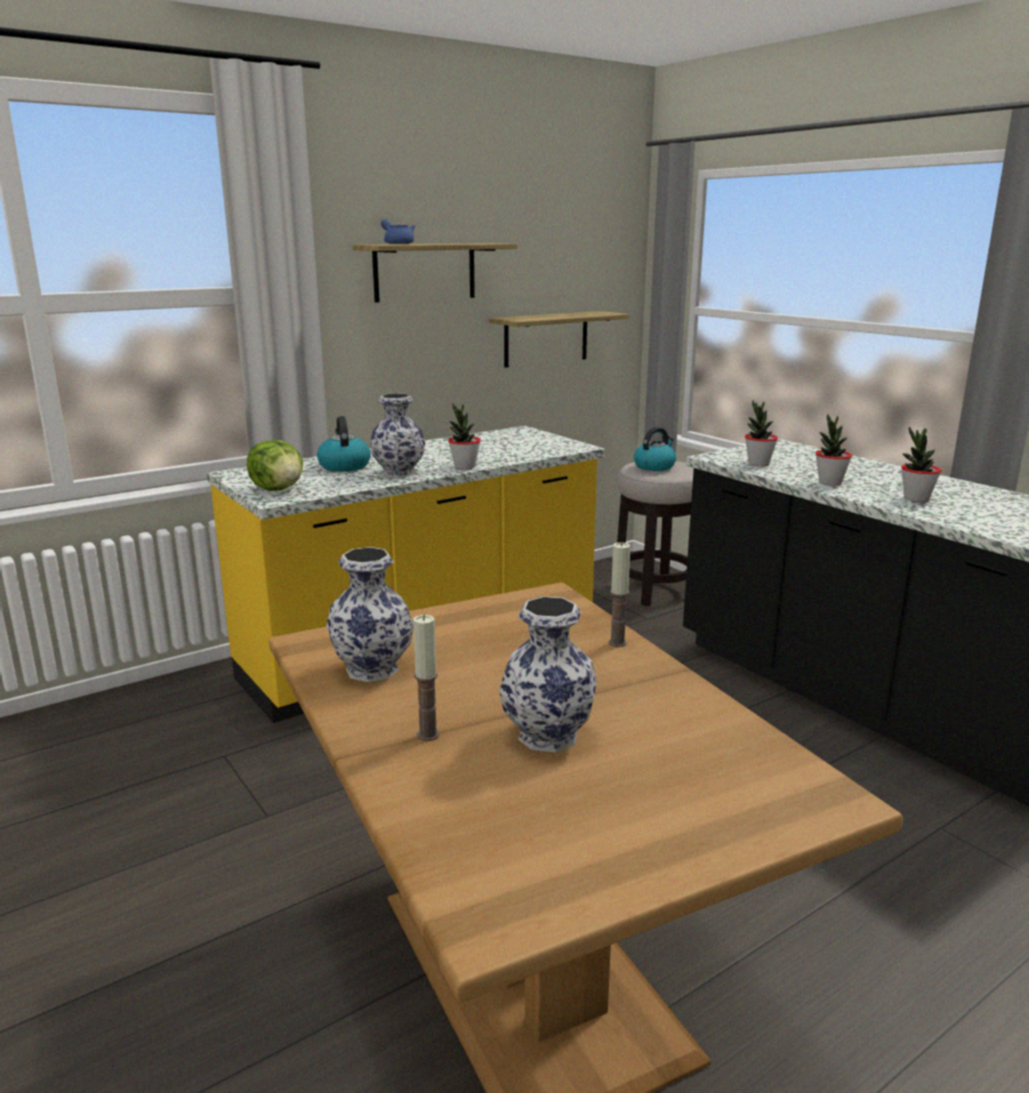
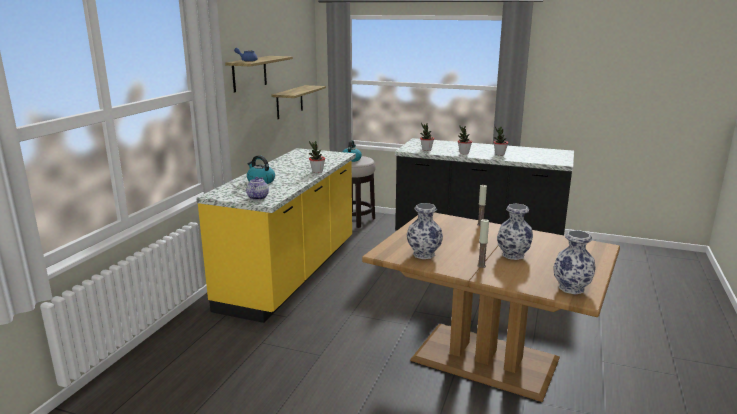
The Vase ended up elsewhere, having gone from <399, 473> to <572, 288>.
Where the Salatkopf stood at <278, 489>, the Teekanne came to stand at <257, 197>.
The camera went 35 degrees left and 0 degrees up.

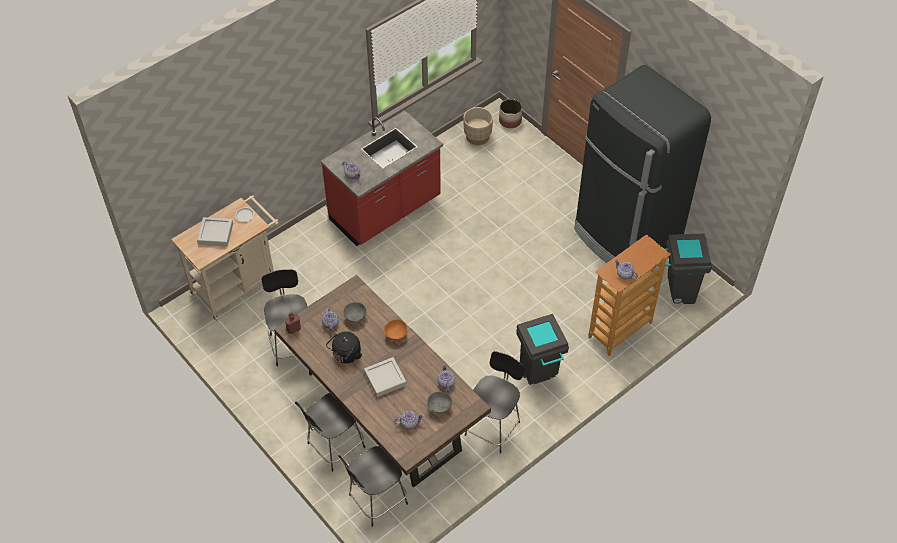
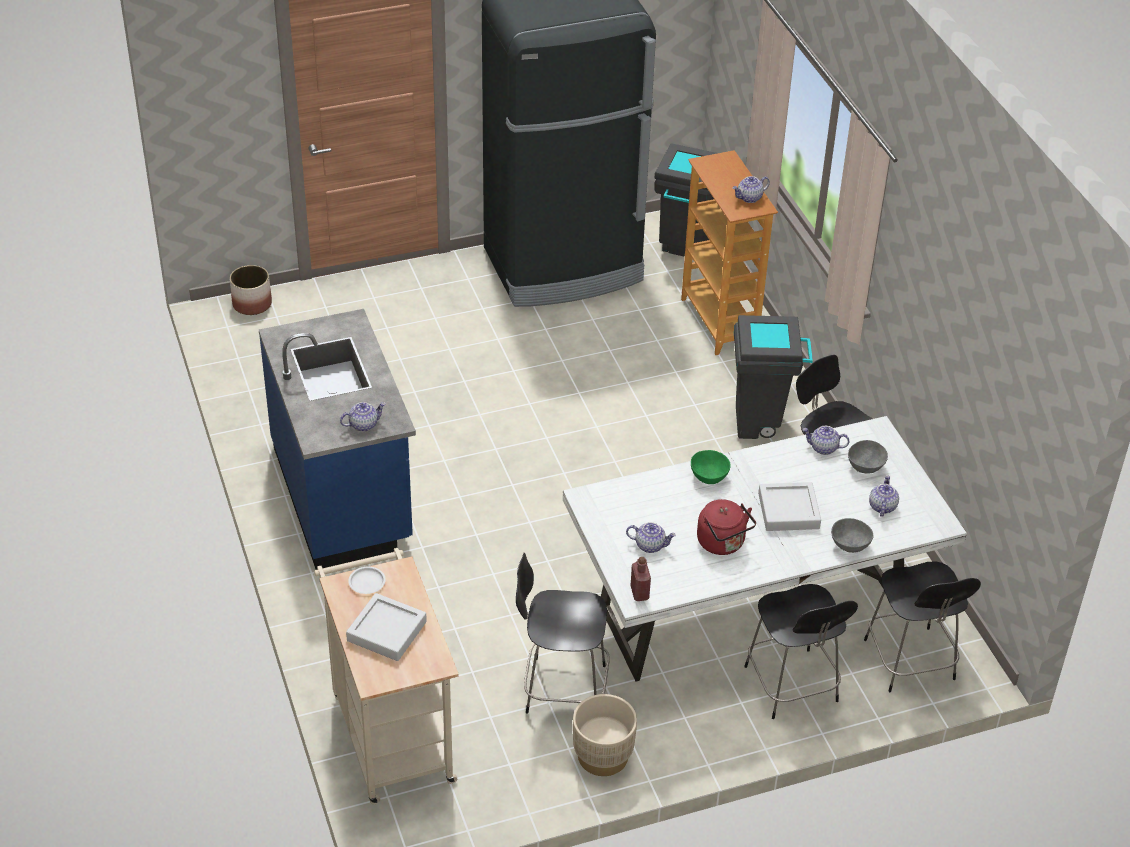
The Schüssel/grau ended up elsewhere, having gone from <355, 317> to <850, 546>.
The Pflanzkübel/beige ended up elsewhere, having gone from <477, 137> to <602, 756>.
What was the Esstisch/braun at <383, 411> turned into the Esstisch/weiß at <749, 610>.
What was the Küchenzeile/rot at <386, 211> turned into the Küchenzeile/blau at <344, 496>.
What was the Wasserkessel/schwarz at <346, 355> turned into the Wasserkessel/rot at <723, 544>.
What was the Schüssel/orange at <396, 335> turned into the Schüssel/grün at <709, 476>.
The camera went 70 degrees left and 10 degrees down.

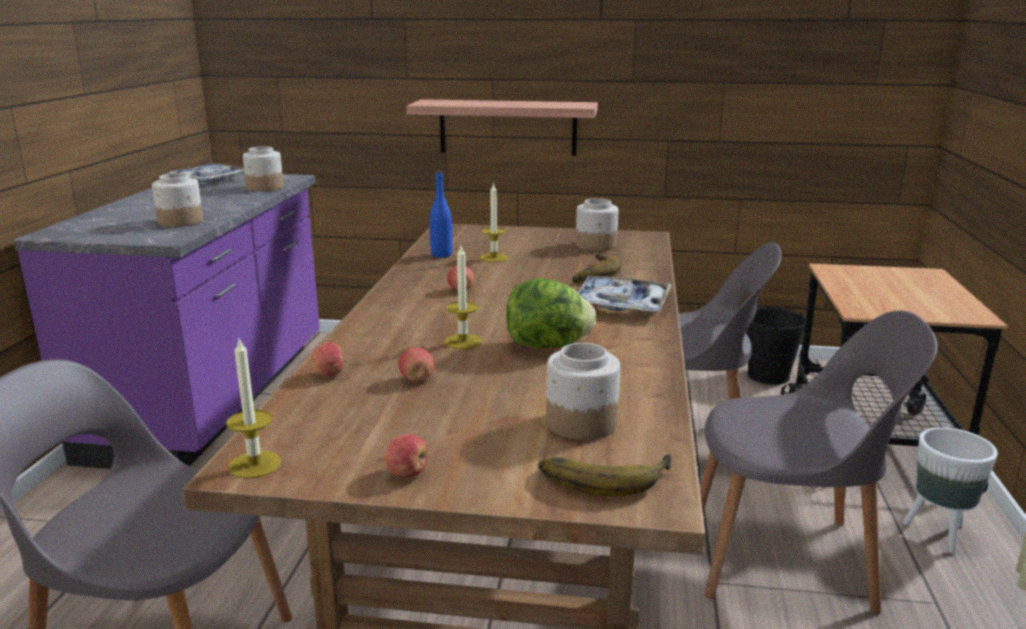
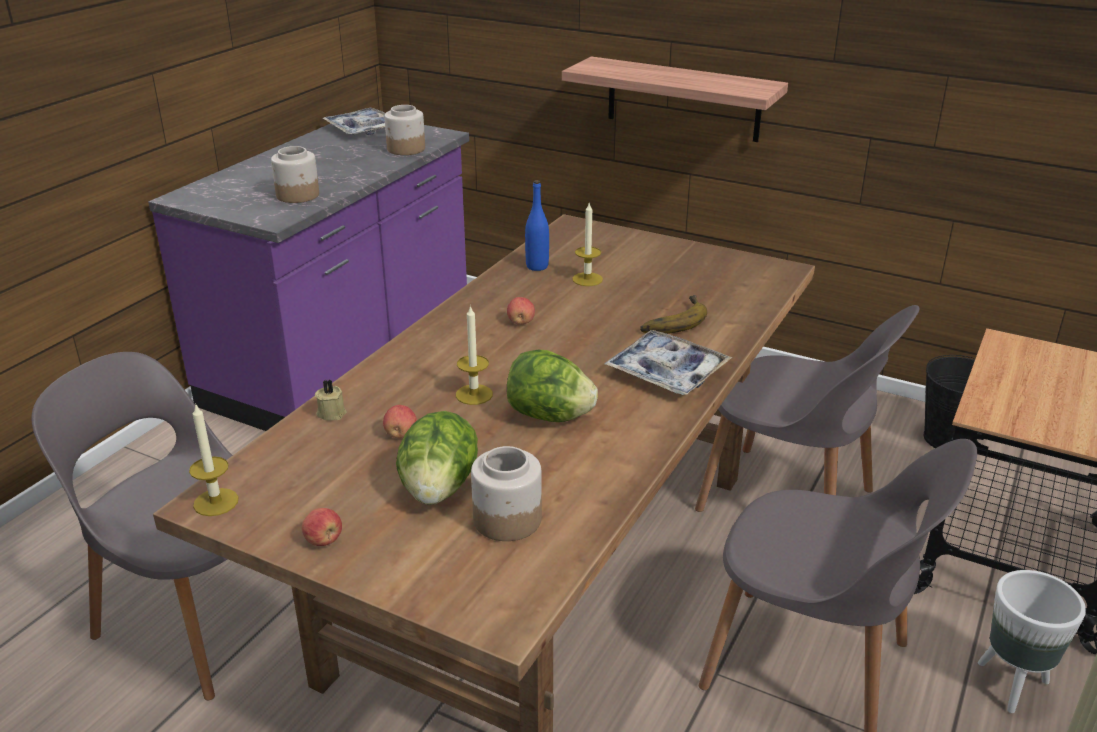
The second view lost the Banane at <603, 474>.
The second view lost the Vorratsglas at <596, 245>.
The second view gained the Salatkopf at <439, 489>.
Where the Apfel stood at <329, 374>, the Kerze/beige came to stand at <331, 413>.
The camera went 20 degrees right and 10 degrees up.

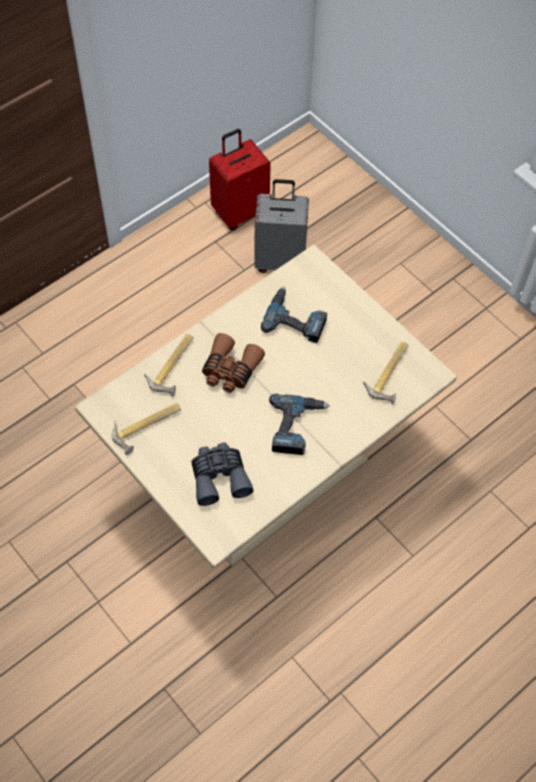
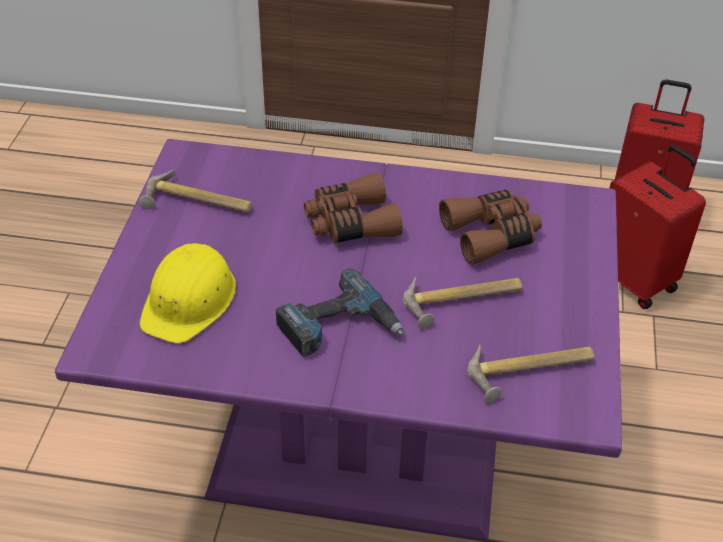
The Hammer ended up elsewhere, having gone from <174, 366> to <463, 302>.
Where the Fernglas/grau stood at <219, 477>, the Schutzhelm/gelb came to stand at <190, 300>.
Where the Bohrmaschine stood at <295, 319>, the Fernglas/braun came to stand at <491, 234>.
What was the Esstisch/beige at <265, 474> turned into the Esstisch/lila at <357, 449>.
What was the Koffer/grau at <281, 260> turned into the Koffer/rot at <635, 279>.
The camera went 50 degrees right and 15 degrees down.

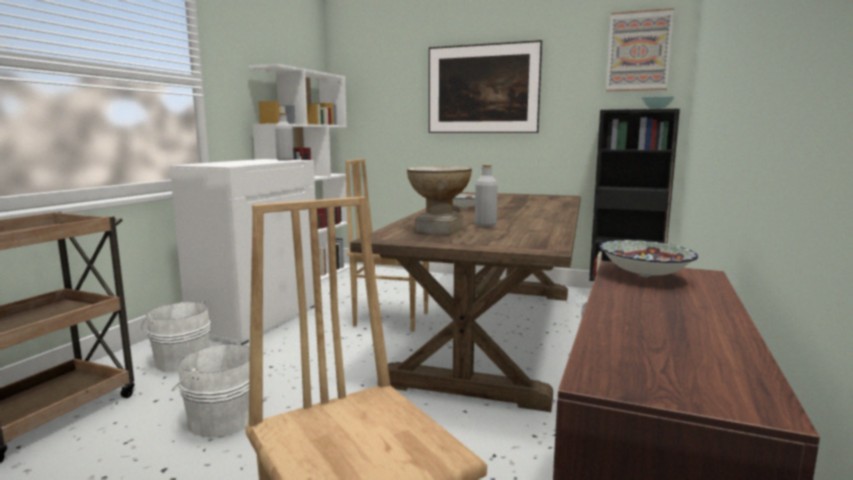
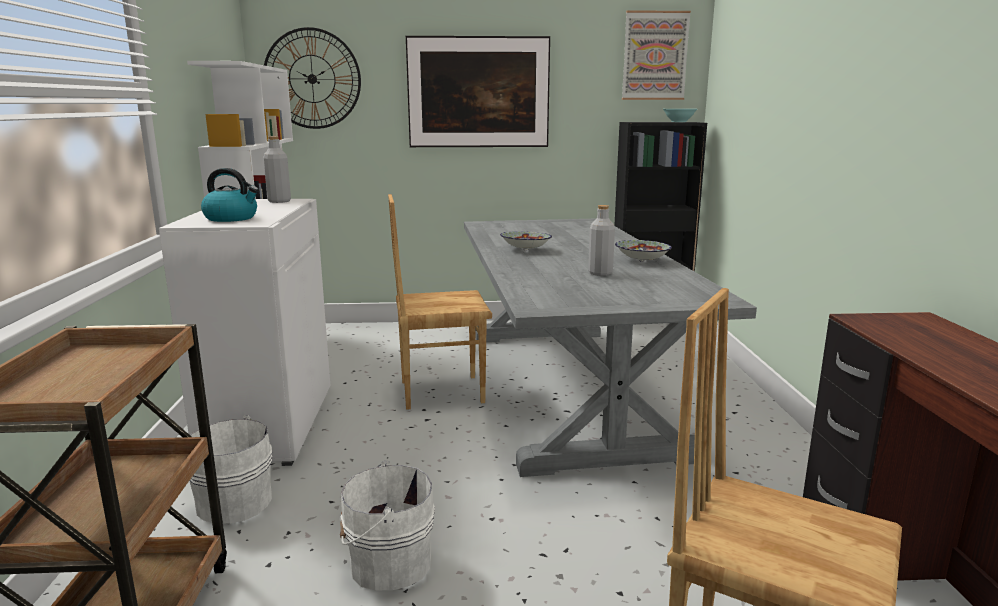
The second view lost the Vase at <438, 230>.
The second view gained the Wasserkessel at <232, 218>.
The second view gained the Wanduhr at <312, 79>.
The Schüssel ended up elsewhere, having gone from <645, 276> to <642, 261>.
What was the Esstisch/braun at <492, 331> turned into the Esstisch/grau at <565, 386>.
The camera went 25 degrees left and 5 degrees up.

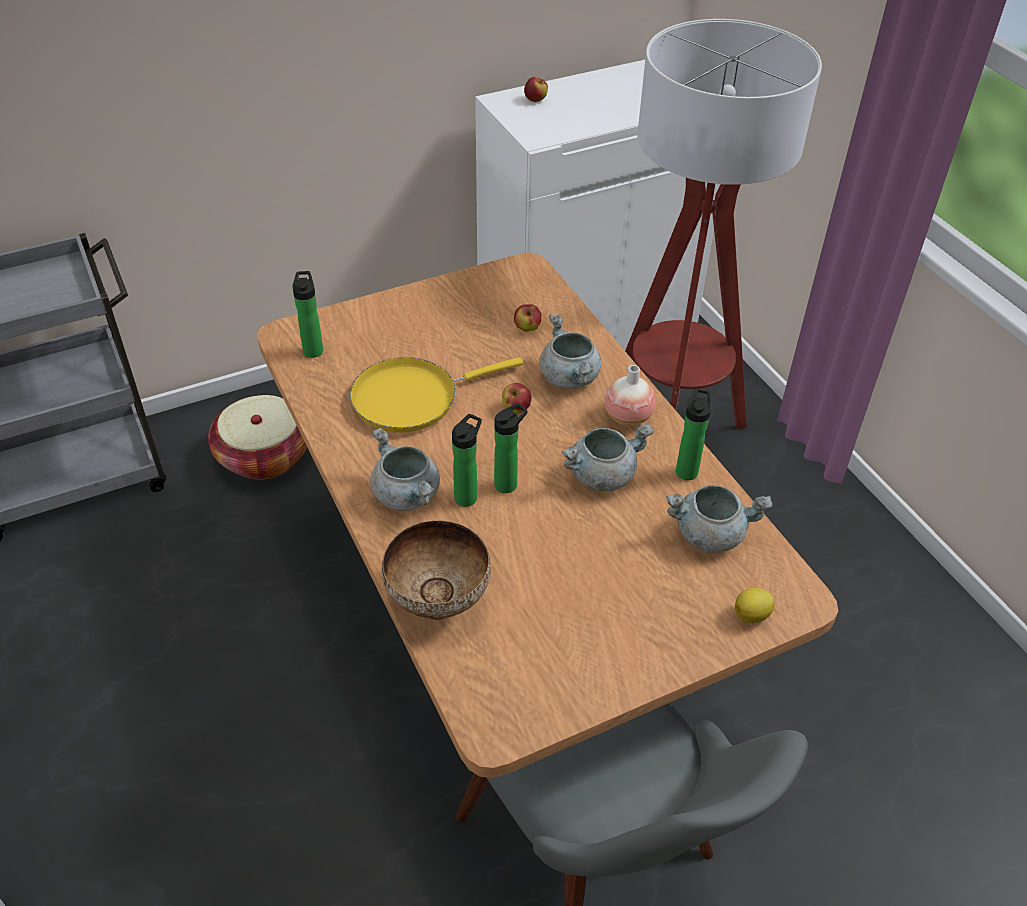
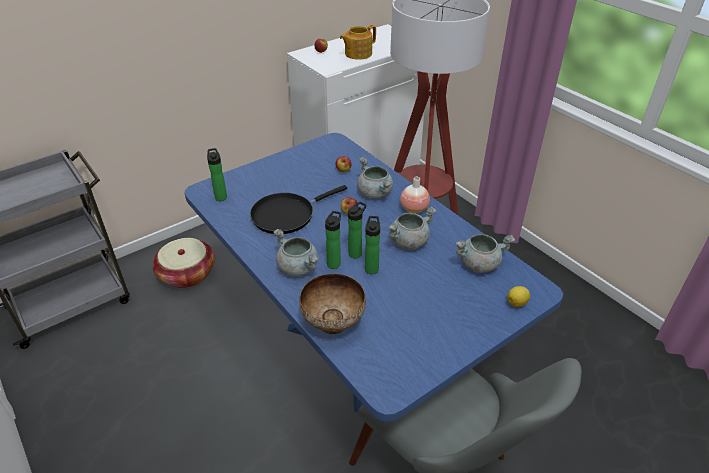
The second view gained the Teekanne at <357, 54>.
The Flasche ended up elsewhere, having gone from <687, 469> to <371, 268>.
What was the Esstisch/braun at <508, 624> turned into the Esstisch/blau at <353, 346>.
What was the Pfanne/gelb at <412, 398> turned into the Pfanne/schwarz at <287, 215>.
The camera went 10 degrees left and 5 degrees down.

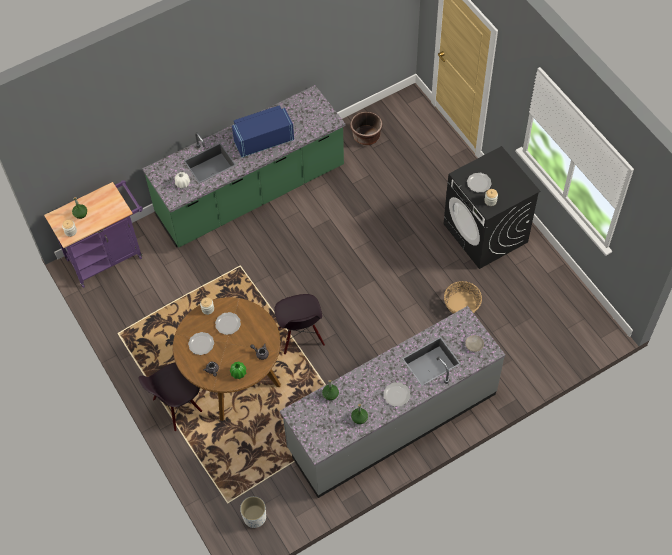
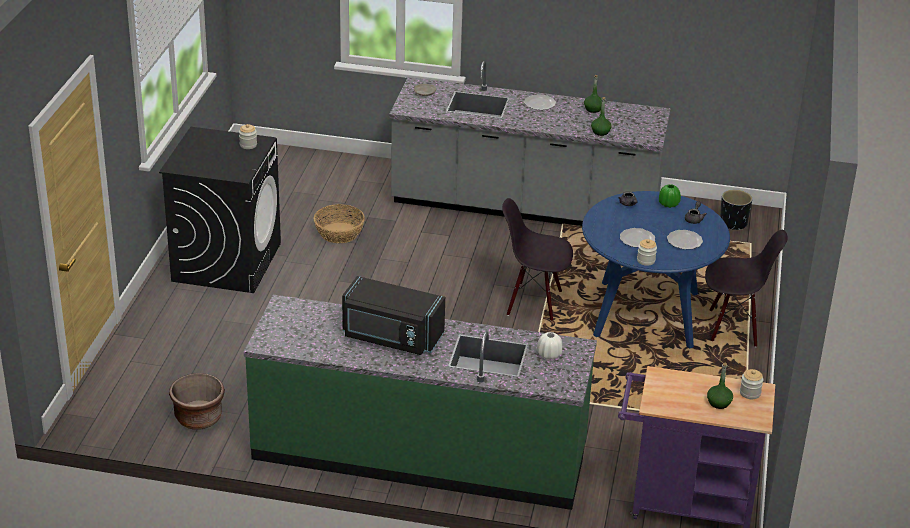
The second view lost the Teller at <478, 183>.
What was the Esstisch/braun at <233, 377> turned into the Esstisch/blau at <646, 314>.
What was the Mikrowelle/blau at <263, 139> turned into the Mikrowelle/schwarz at <391, 337>.
What was the Pflanzkübel/weiß at <254, 517> turned into the Pflanzkübel/schwarz at <733, 223>.
The Stuhl/schwarz at <301, 336> ended up facing another way, 105 degrees counterclockwise from before.
The camera went 140 degrees left and 25 degrees down.

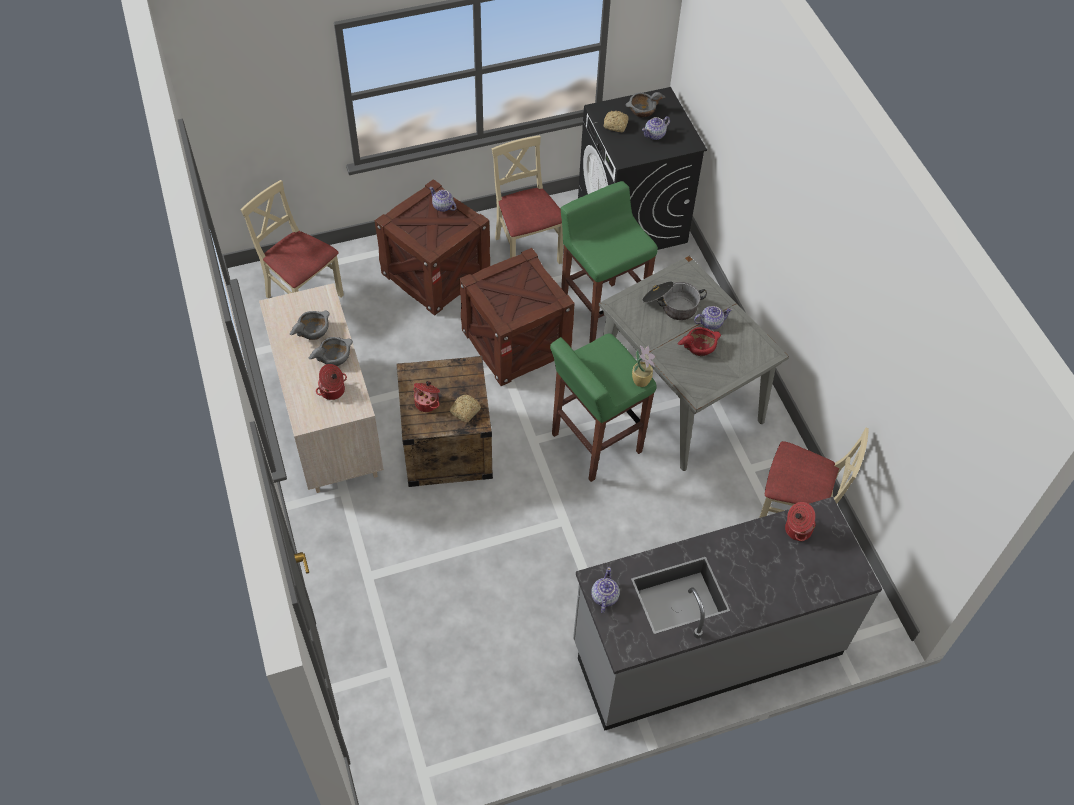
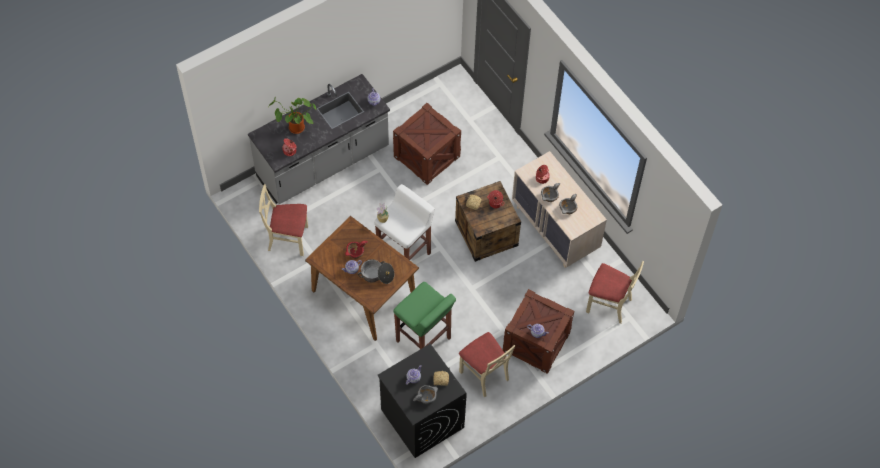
The second view gained the Topfpflanze at <295, 129>.
The Kiste ended up elsewhere, having gone from <515, 342> to <427, 156>.
What was the Hocker/grün at <595, 444> turned into the Hocker/weiß at <405, 254>.
What was the Esstisch/grau at <678, 396> turned into the Esstisch/braun at <364, 295>.
The camera went 165 degrees right and 5 degrees up.

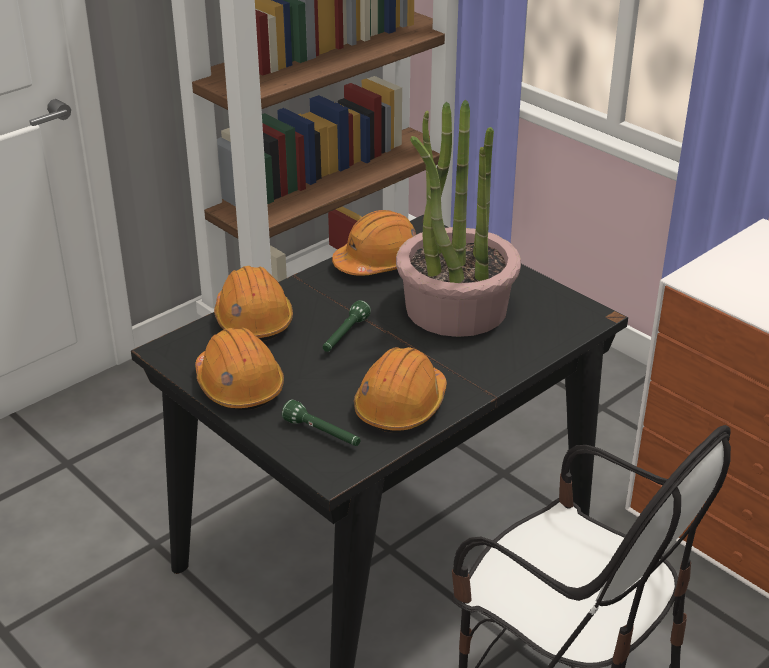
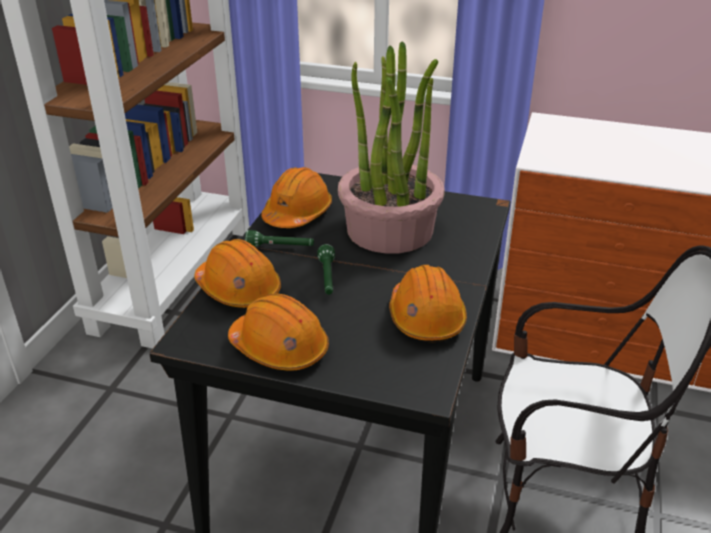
The Taschenlampe/grün ended up elsewhere, having gone from <322, 434> to <280, 247>.
The camera went 30 degrees left and 0 degrees up.

